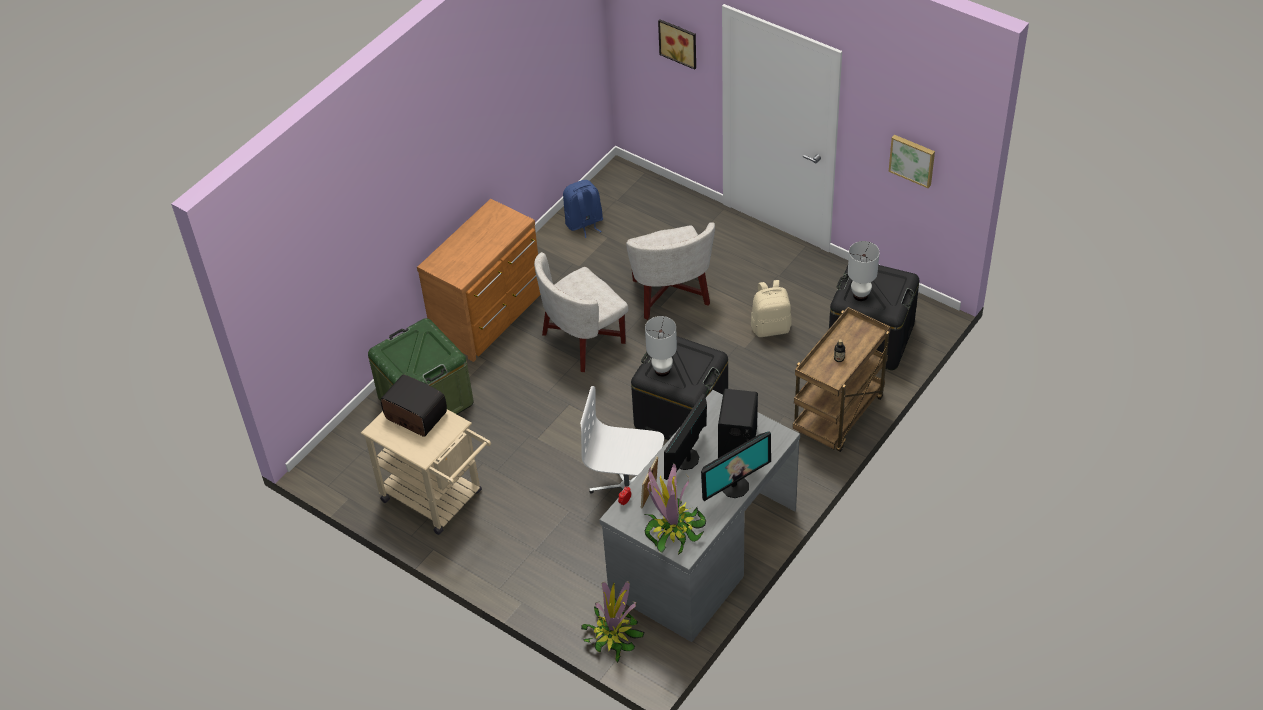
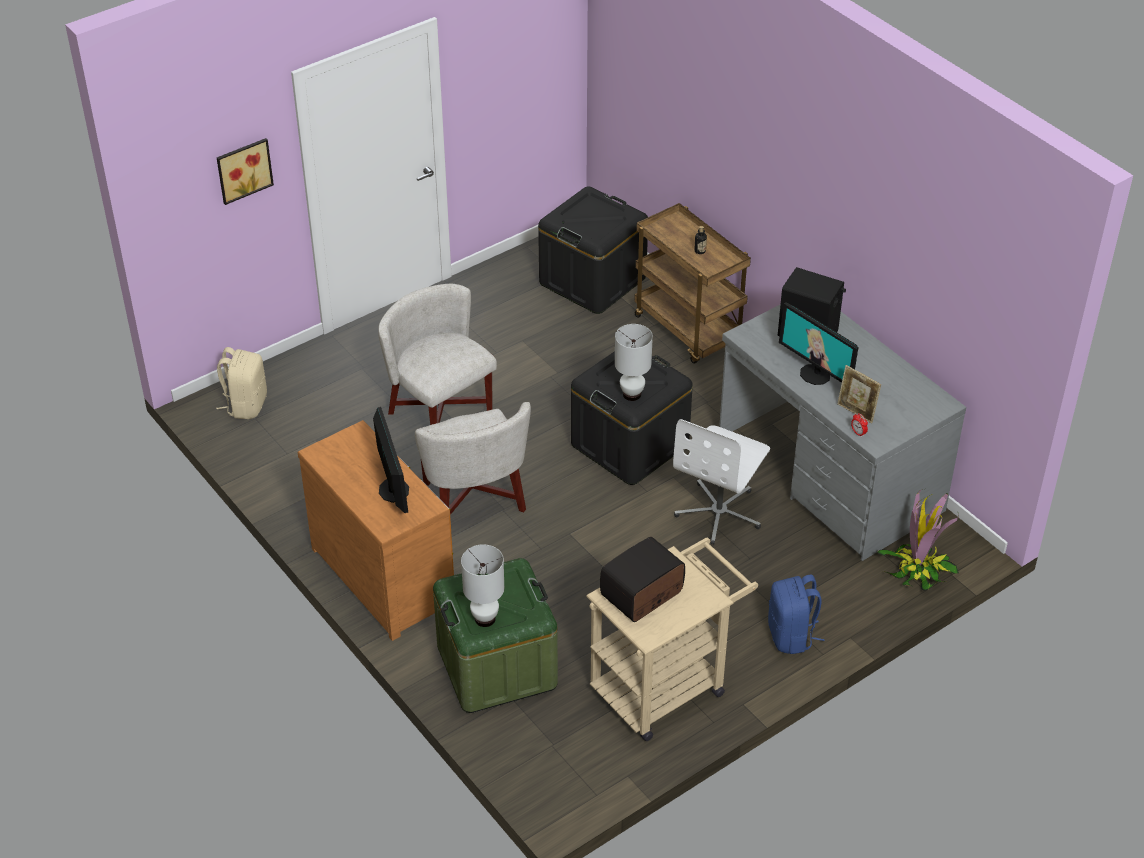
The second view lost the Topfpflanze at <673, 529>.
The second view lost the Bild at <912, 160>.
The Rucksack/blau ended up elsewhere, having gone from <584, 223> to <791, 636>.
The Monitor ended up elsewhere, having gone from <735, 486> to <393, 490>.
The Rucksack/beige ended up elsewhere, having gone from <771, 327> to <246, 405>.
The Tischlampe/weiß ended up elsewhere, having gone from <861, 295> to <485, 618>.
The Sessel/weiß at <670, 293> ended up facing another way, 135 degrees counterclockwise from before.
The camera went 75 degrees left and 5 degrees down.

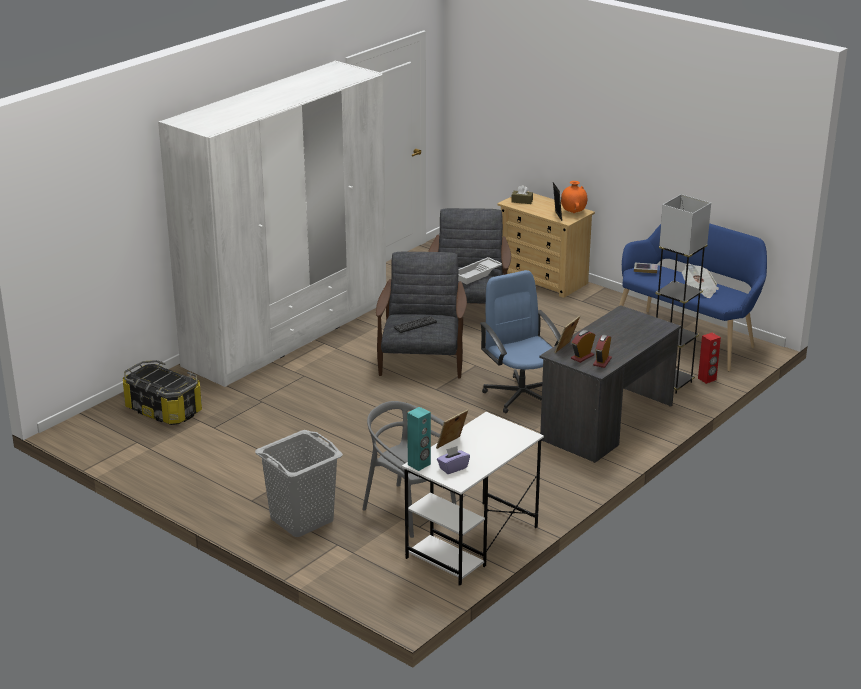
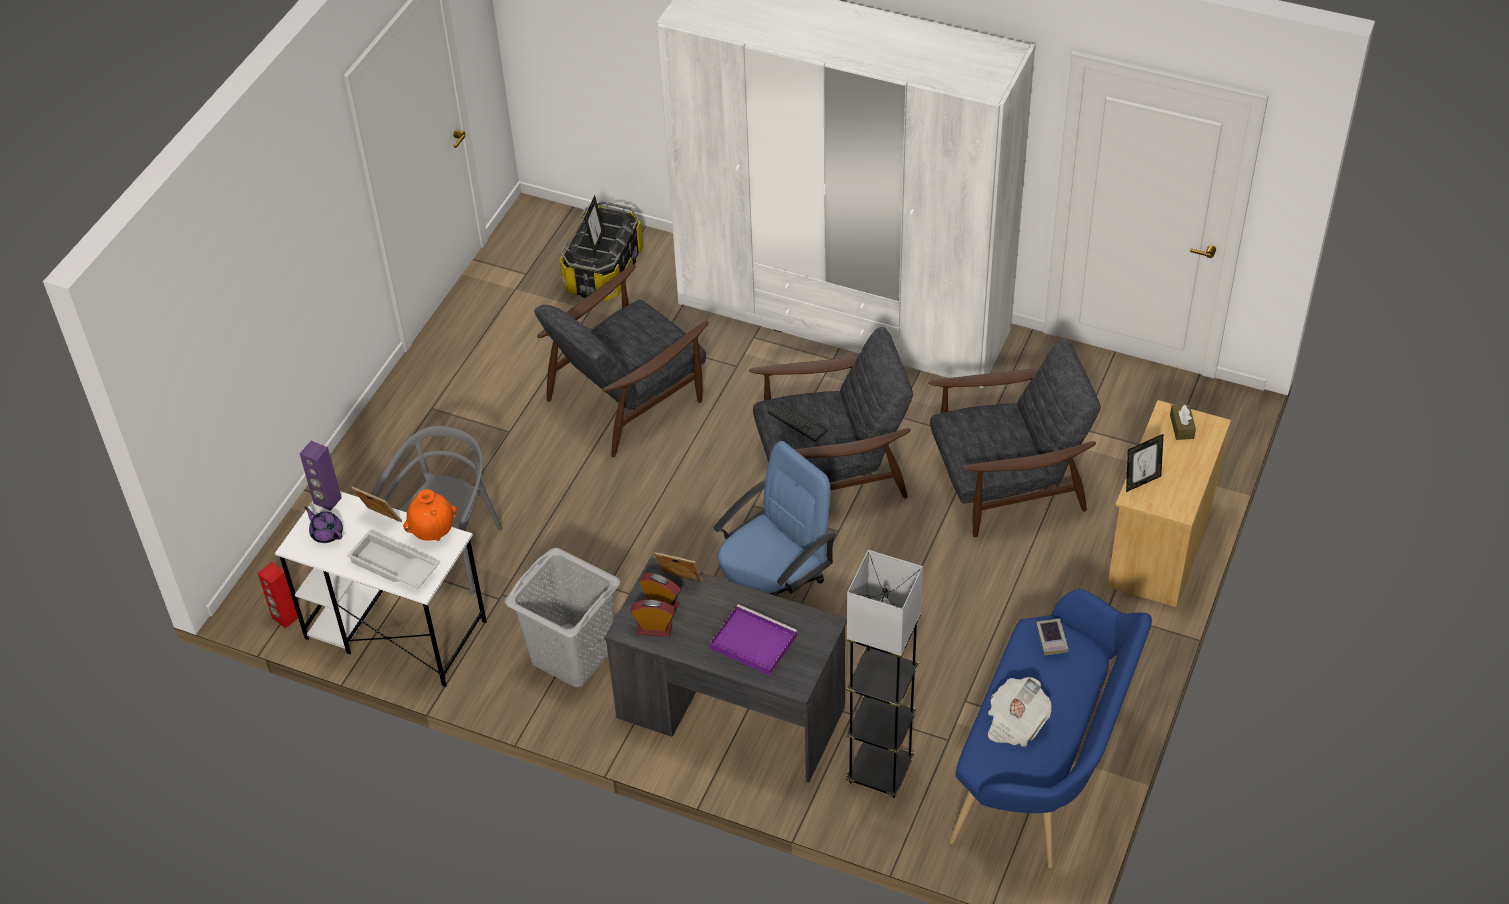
The second view gained the Sessel/grau at <627, 397>.
The second view gained the Bilderrahmen at <596, 243>.
The second view gained the Tablett/lila at <751, 642>.
The Wäschekorb/grau ended up elsewhere, having gone from <301, 519> to <572, 654>.
The Tablett/weiß ended up elsewhere, having gone from <477, 274> to <393, 567>.
The Vase/orange ended up elsewhere, having gone from <573, 212> to <434, 532>.
The Lautsprecher/rot ended up elsewhere, having gone from <707, 379> to <285, 618>.
Where the Taschentuchbox/lila stood at <453, 468>, the Teekanne/lila came to stand at <326, 533>.
What was the Lautsprecher/türkis at <419, 464> turned into the Lautsprecher/lila at <327, 501>.
The camera went 75 degrees right and 20 degrees up.

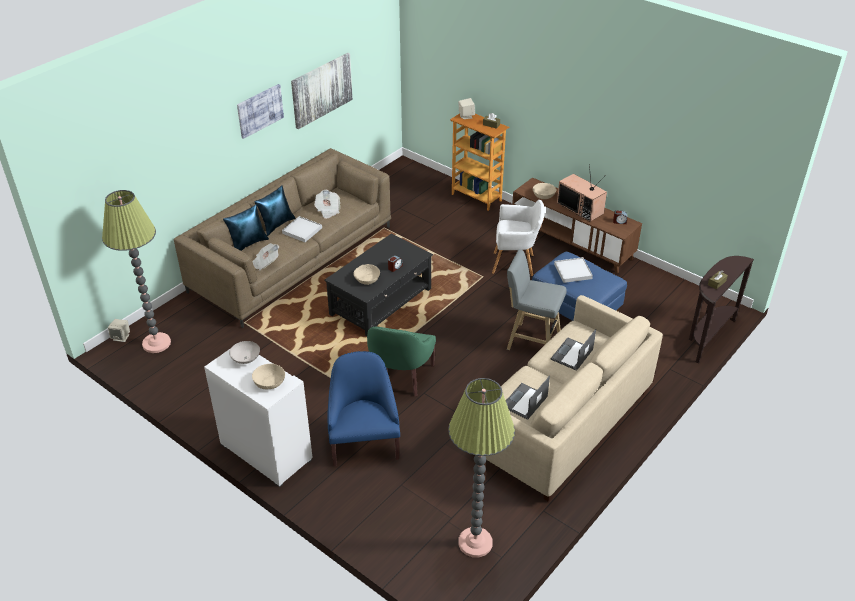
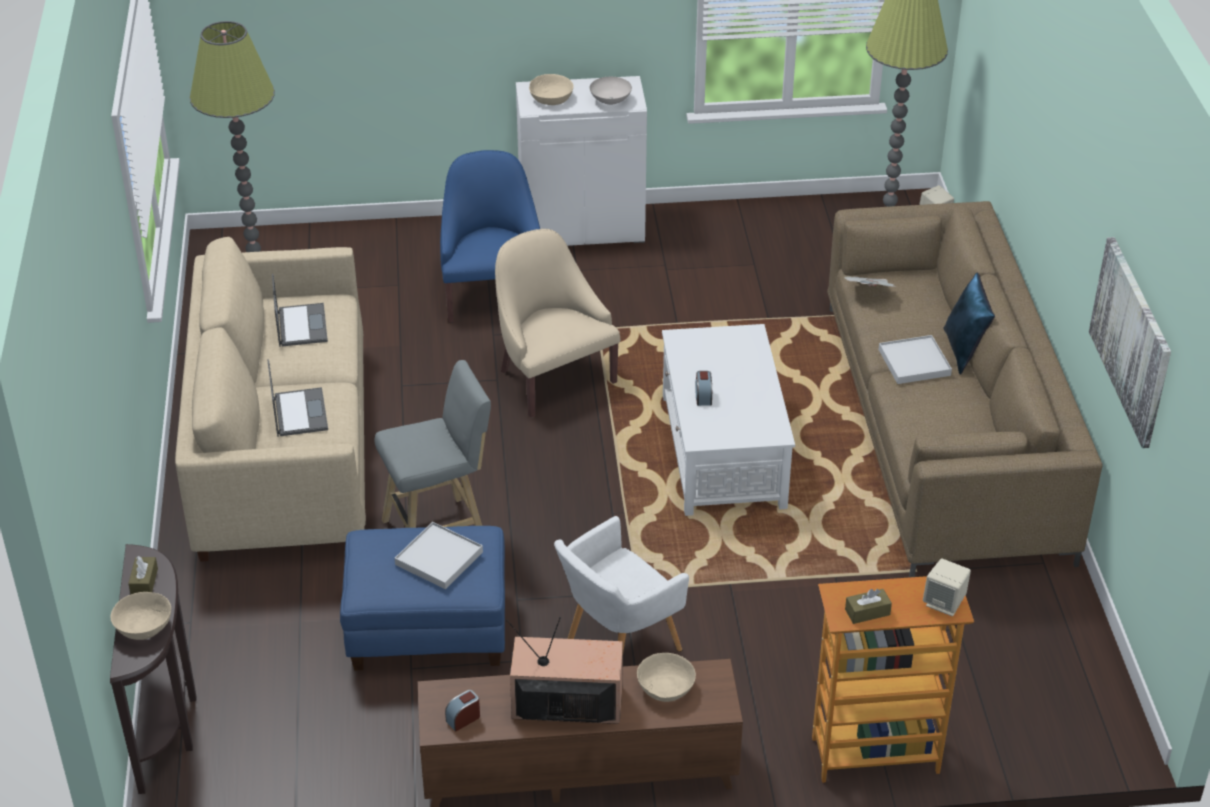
The second view lost the Kissen/blau at <248, 244>.
The second view lost the Bild at <260, 110>.
The second view lost the Zeitung at <328, 210>.
The Schüssel/beige ended up elsewhere, having gone from <367, 279> to <143, 626>.
What was the Couchtisch/schwarz at <381, 301> turned into the Couchtisch/weiß at <722, 452>.
What was the Sessel/grün at <399, 377> turned into the Sessel/beige at <552, 378>.
The Sessel/blau at <364, 442> ended up facing another way, 135 degrees counterclockwise from before.
The camera went 135 degrees right and 0 degrees up.

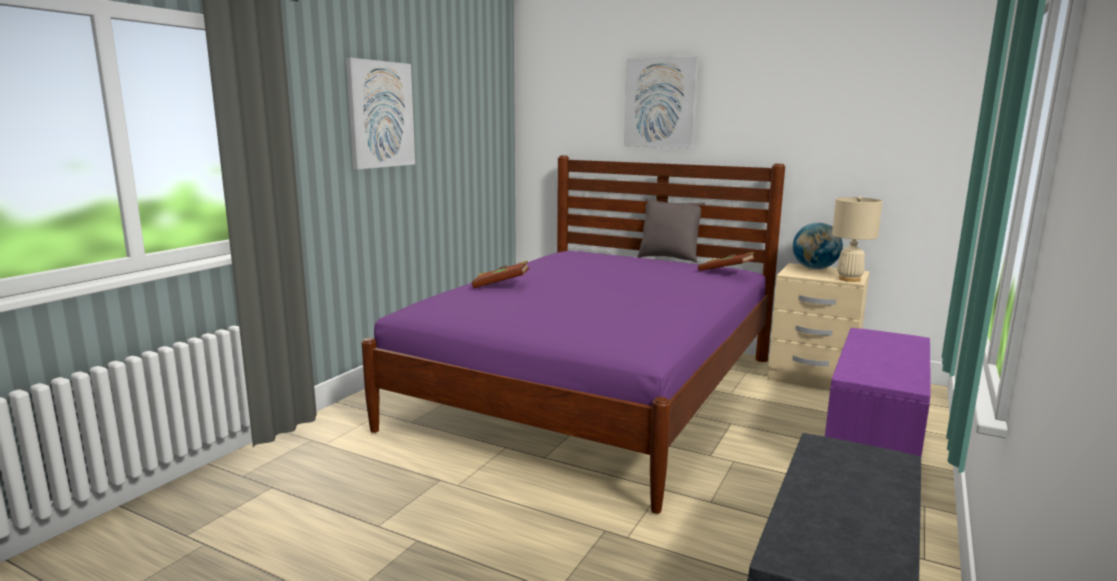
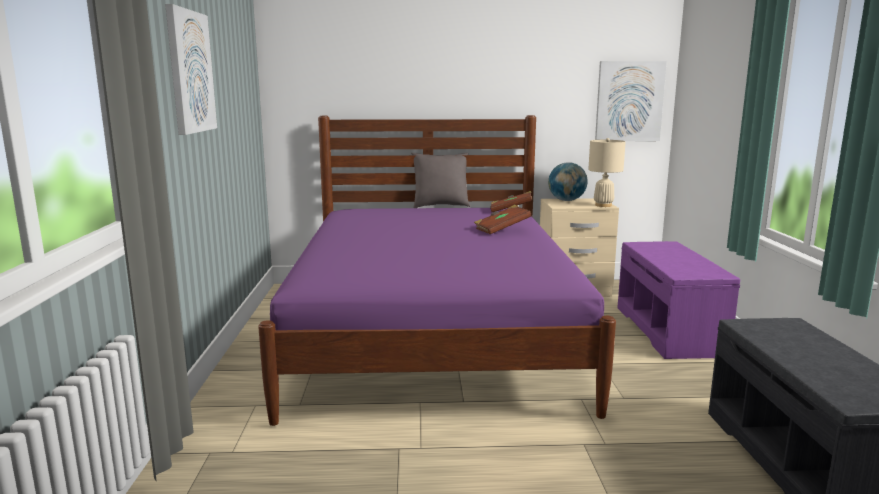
The Buch/braun ended up elsewhere, having gone from <501, 286> to <501, 230>.
The Bild ended up elsewhere, having gone from <660, 103> to <629, 101>.
The camera went 30 degrees left and 0 degrees up.

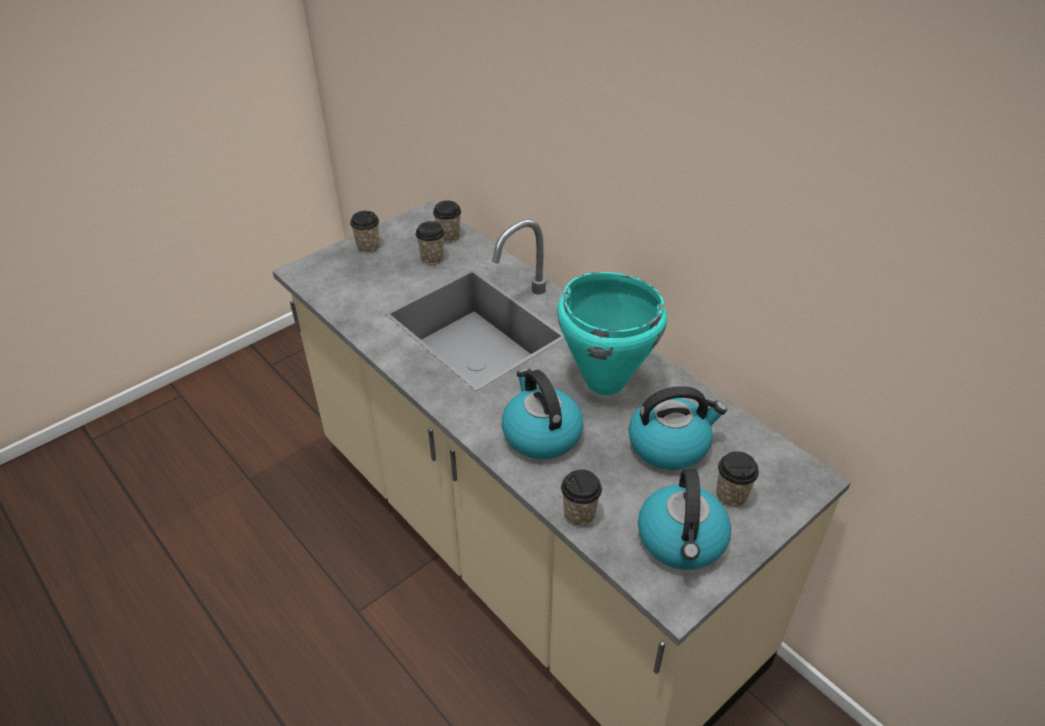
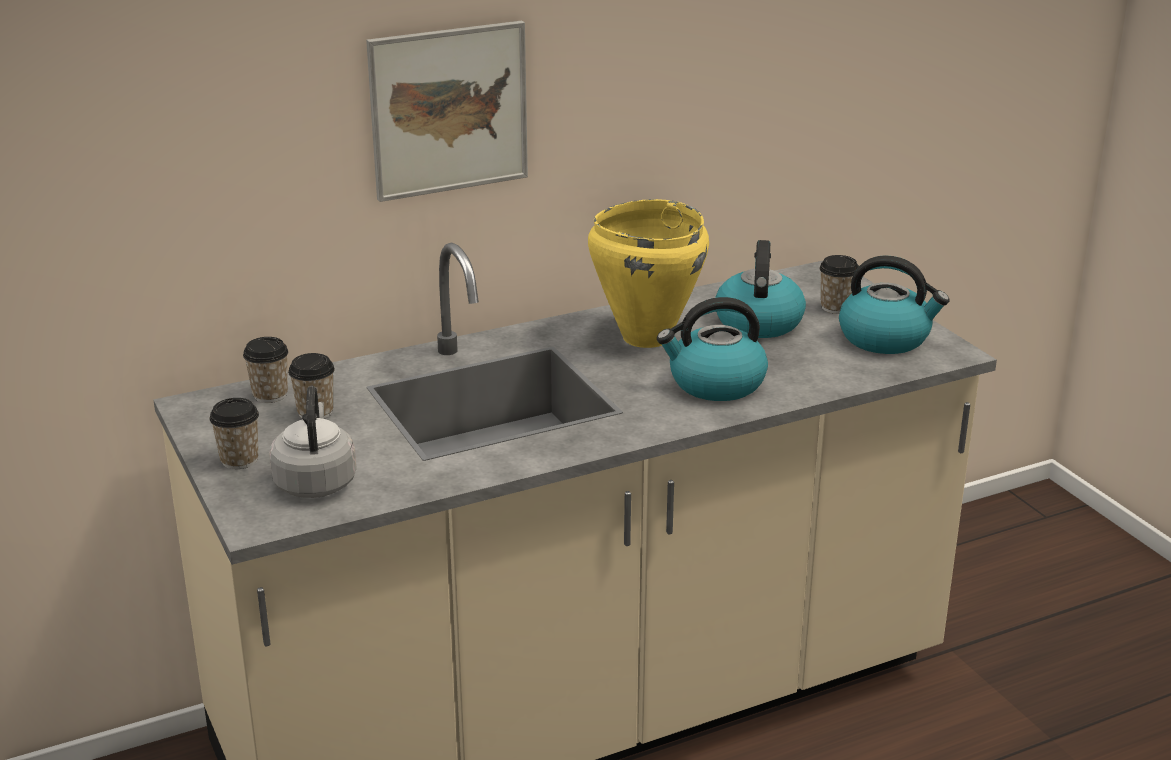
The second view lost the Tasse at <579, 514>.
The second view gained the Wasserkessel/grau at <315, 481>.
The second view gained the Bild at <449, 110>.
What was the Kochtopf/türkis at <604, 381> turned into the Kochtopf/gelb at <645, 337>.
The camera went 75 degrees left and 15 degrees down.

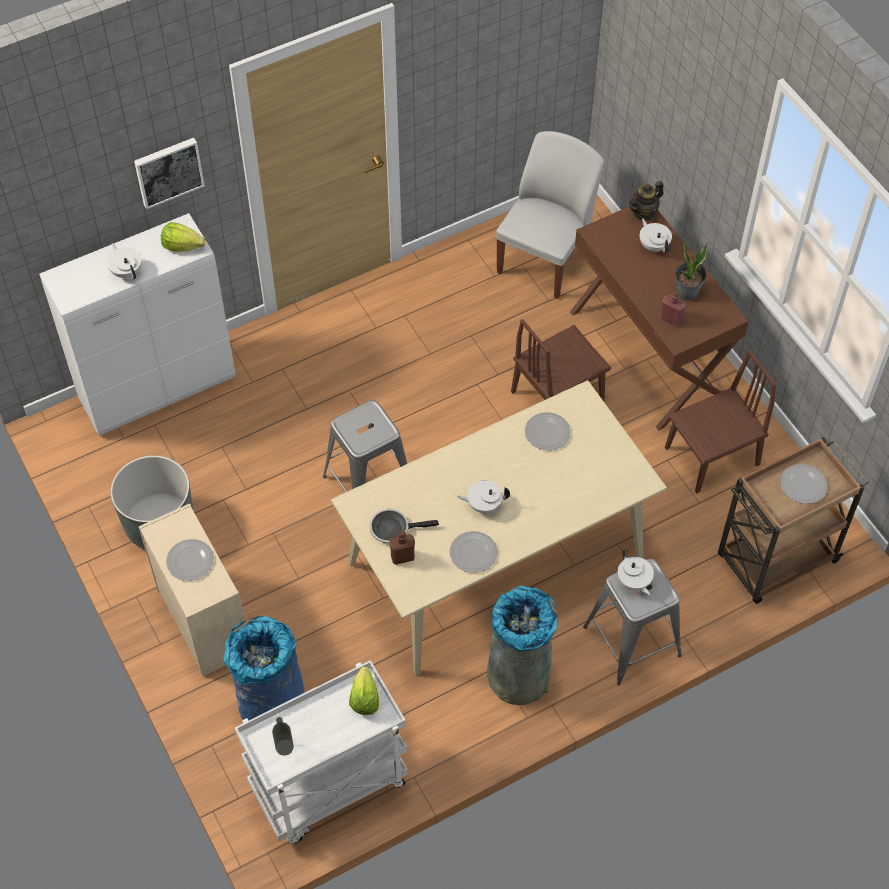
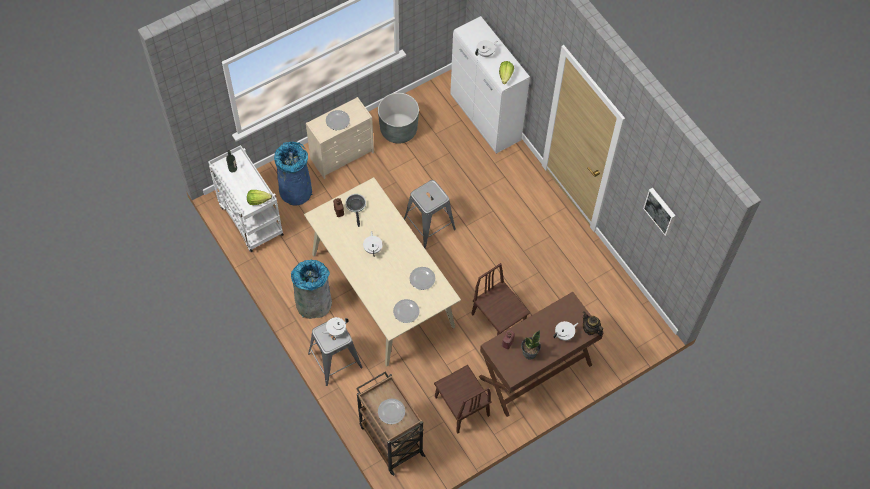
The second view lost the Stuhl/weiß at <545, 260>.
The Bild ended up elsewhere, having gone from <168, 171> to <660, 211>.
The Teller ended up elsewhere, having gone from <473, 552> to <406, 311>.
The camera went 85 degrees right and 5 degrees up.

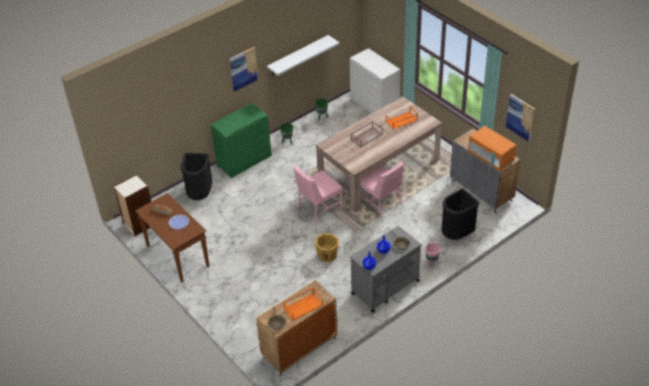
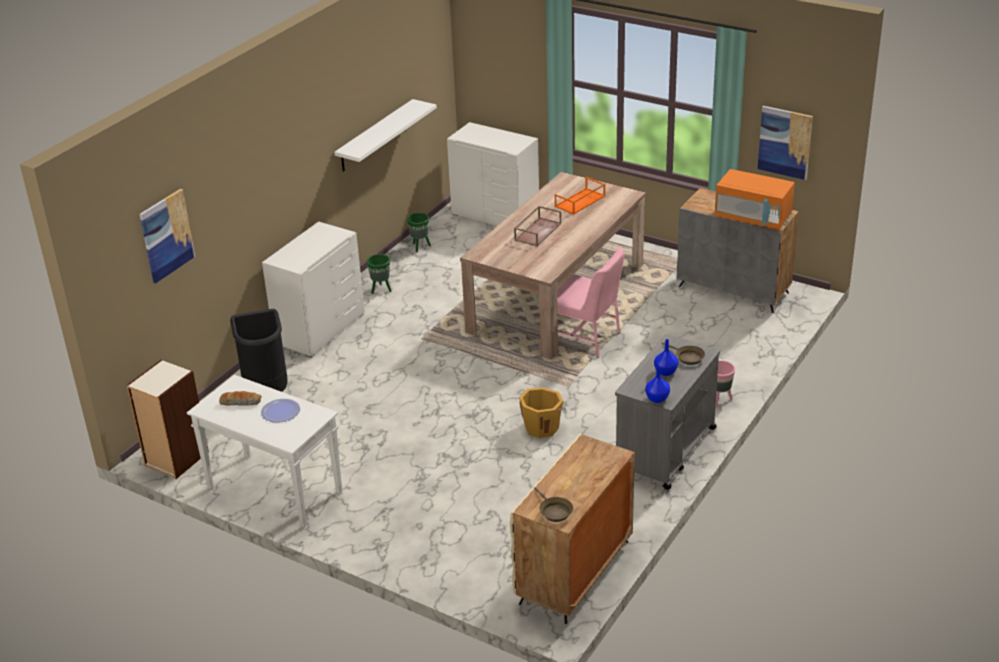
The second view lost the Tablett/orange at <303, 306>.
The second view lost the Stuhl/rosa at <318, 208>.
The second view lost the Mülleimer/schwarz at <457, 234>.
The Bild ended up elsewhere, having gone from <243, 68> to <166, 235>.
What was the Konsolentisch/braun at <177, 256> turned into the Konsolentisch/weiß at <273, 490>.
What was the Kommode/grün at <244, 160> turned into the Kommode/weiß at <319, 329>.
The camera went 20 degrees left and 10 degrees down.

